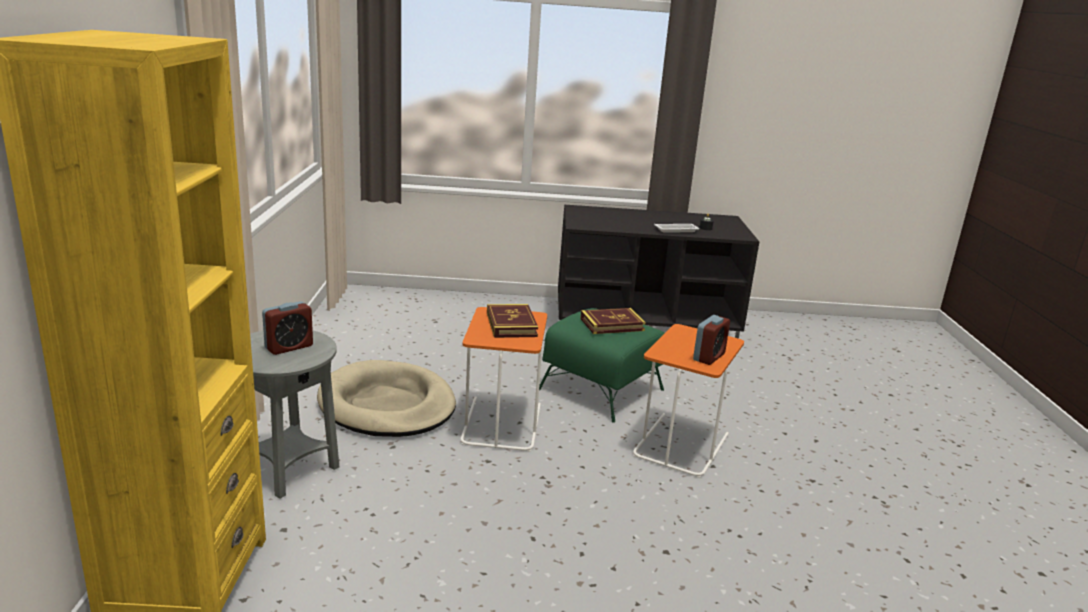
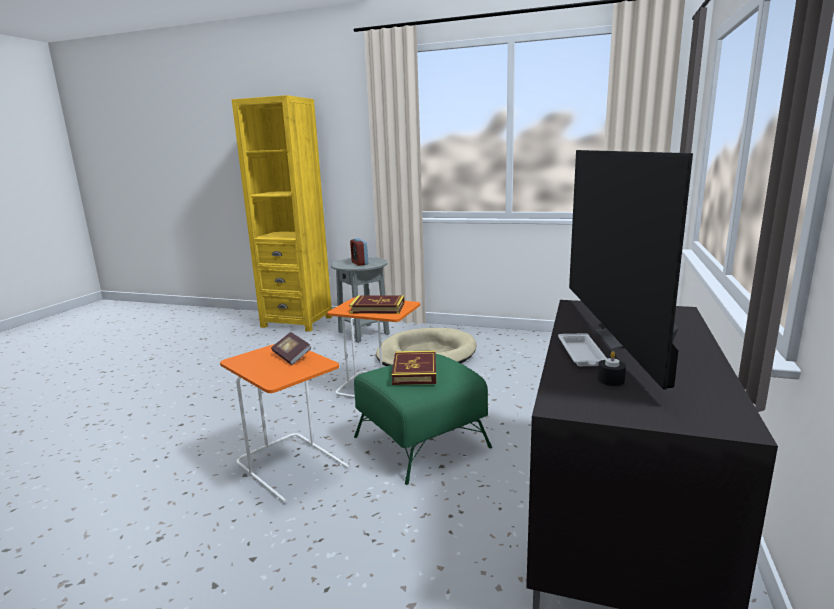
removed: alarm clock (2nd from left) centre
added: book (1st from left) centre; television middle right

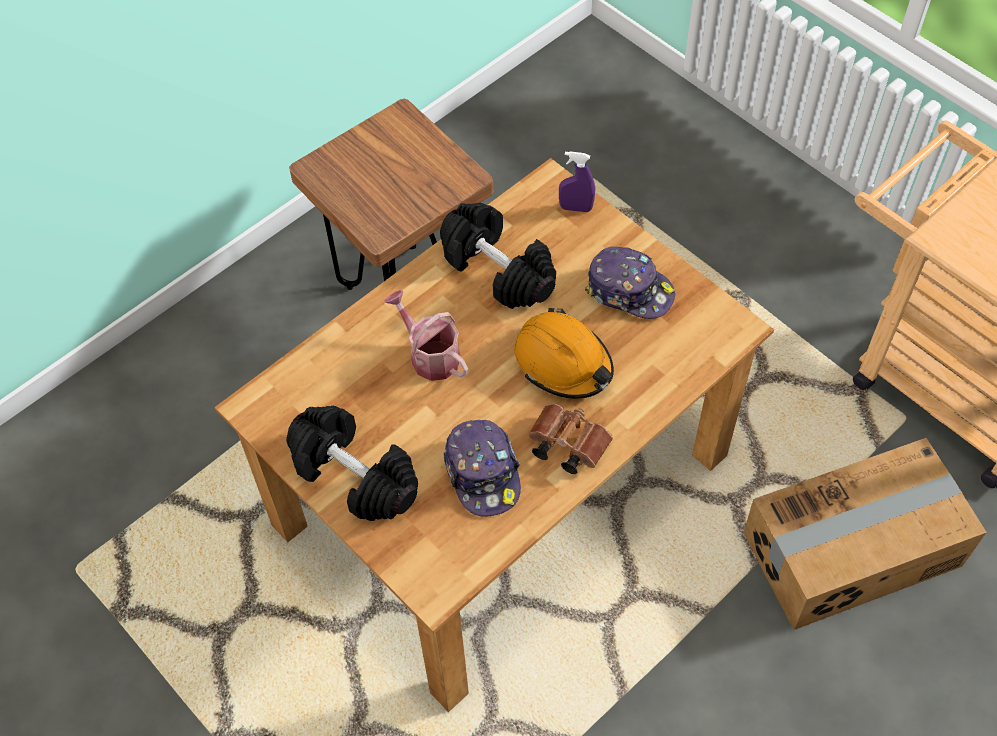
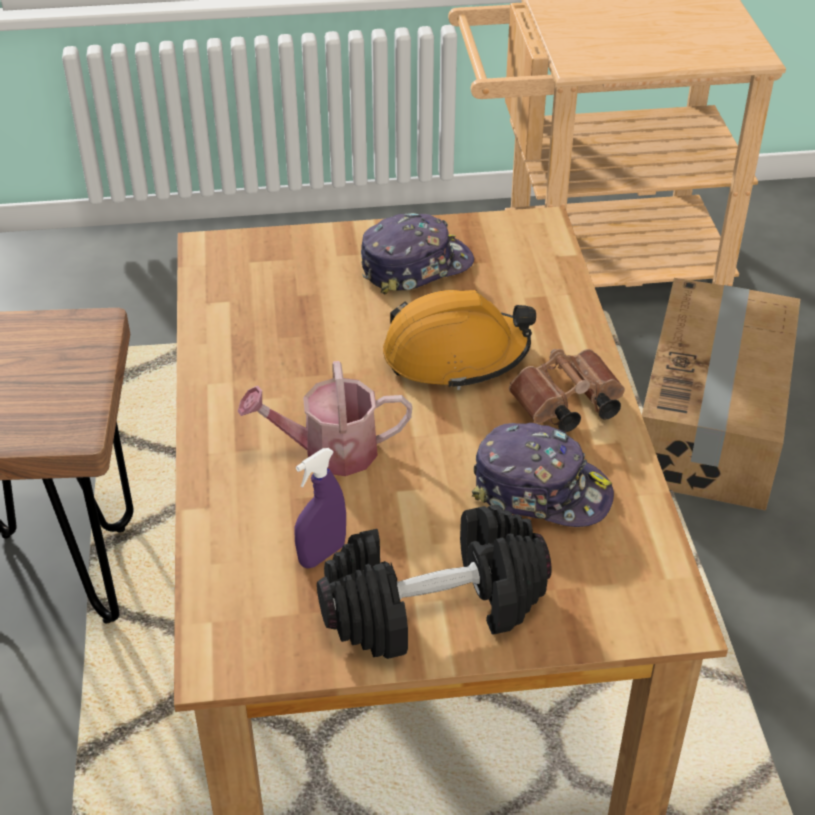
removed: black dumbbell (2nd from left) centre
moved: purple spray bottle top centre to centre

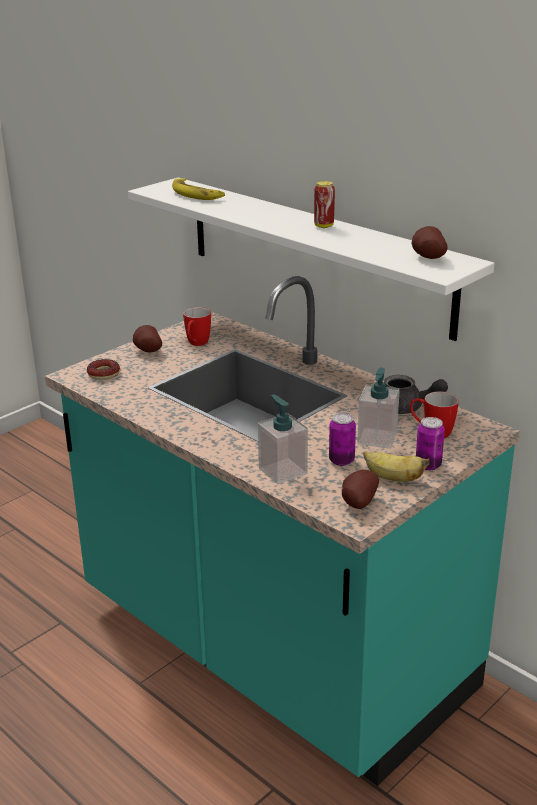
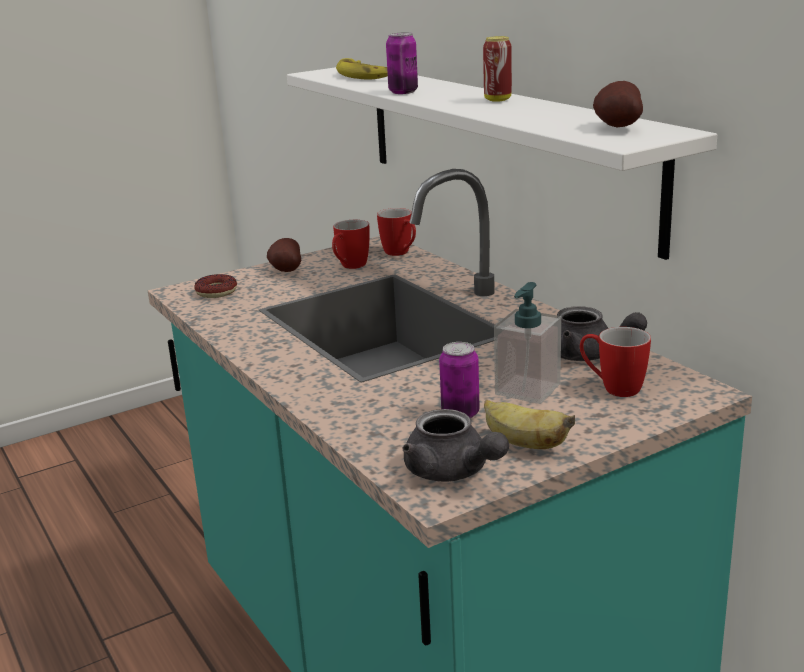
removed: soap dispenser (1st from left) centre
added: mug (2nd from left) centre
moved: can (3rd from left in the first image) middle right to can (1st from left) top centre
replaced: potato (2nd from left) middle right to grey teapot (1st from left) centre

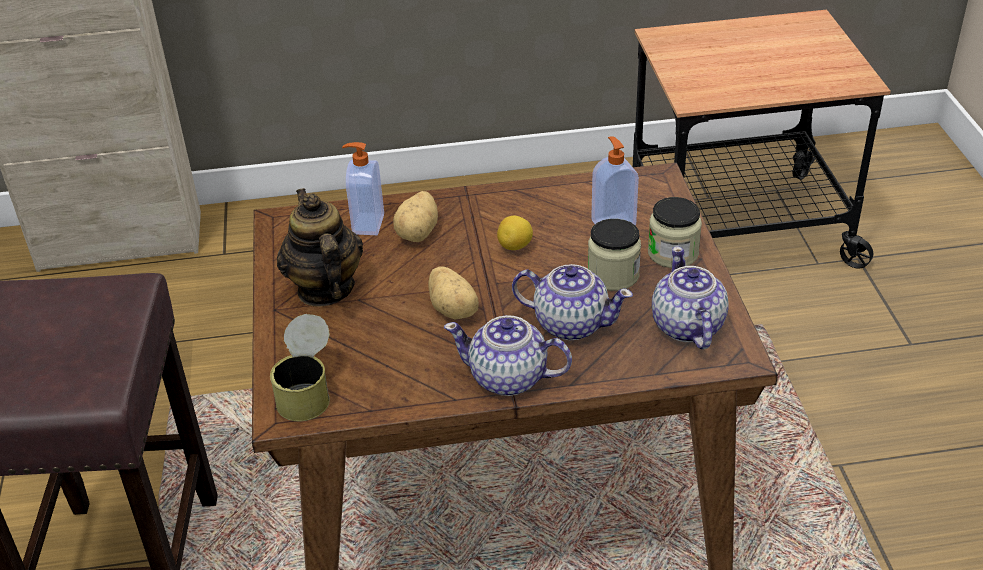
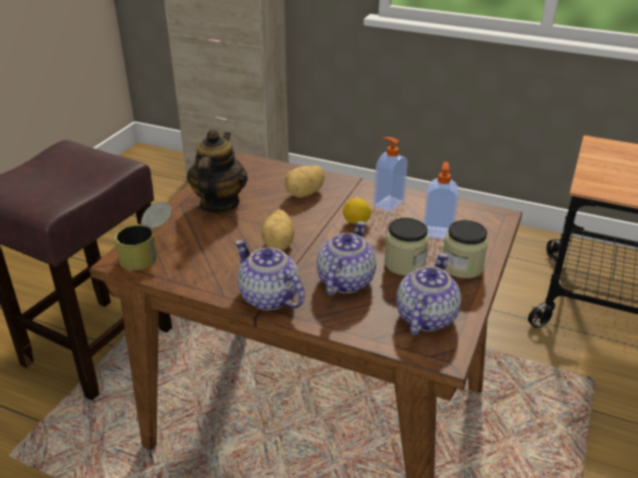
moved: soap dispenser (1st from left) top centre to centre
turned: teapot (3rd from left) centre = centre 120 degrees counterclockwise

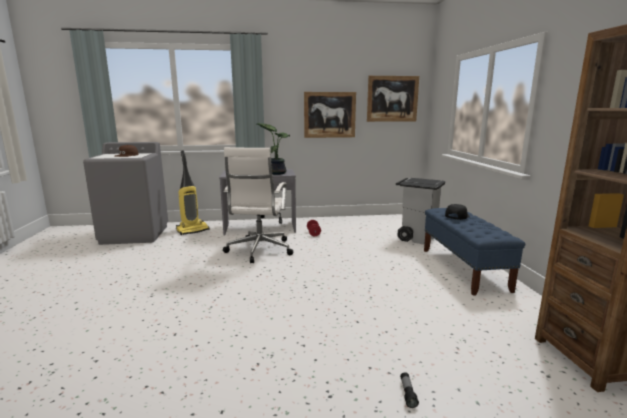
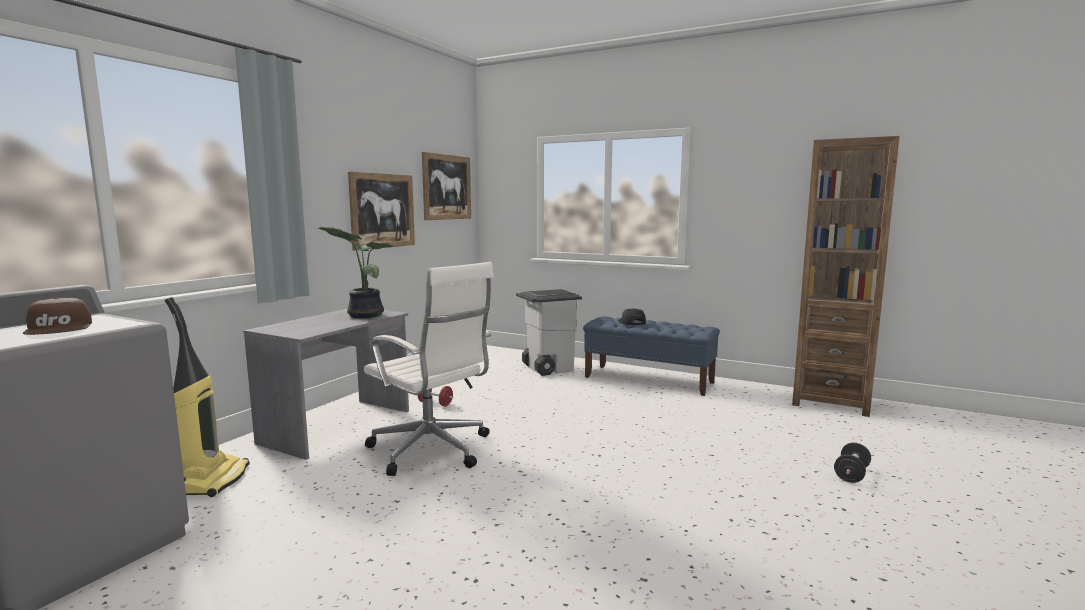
replaced: flashlight bottom centre to black dumbbell bottom right

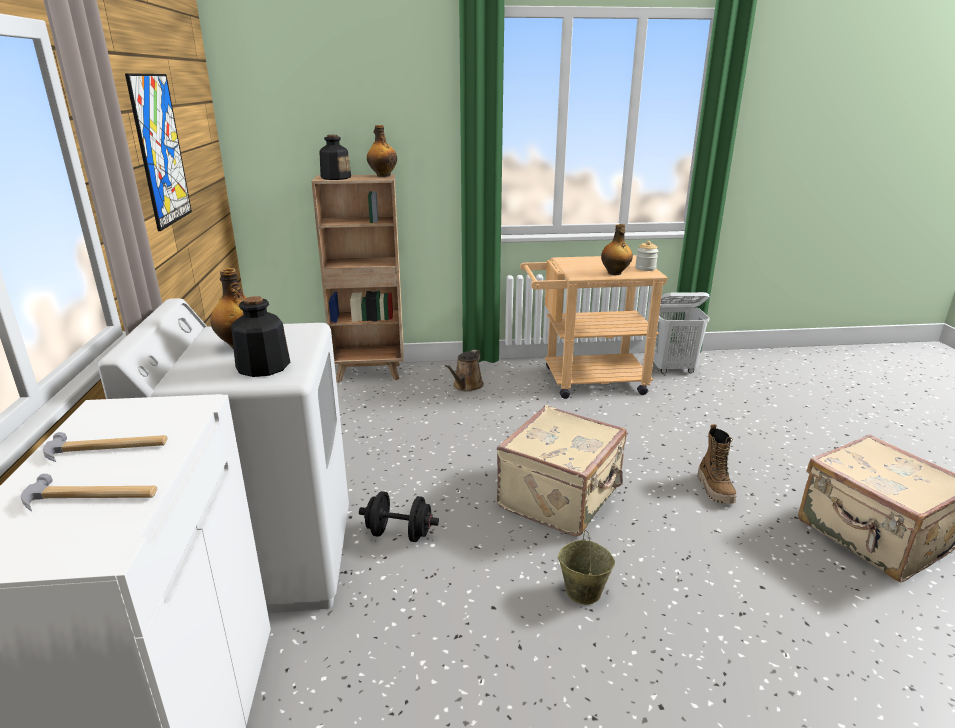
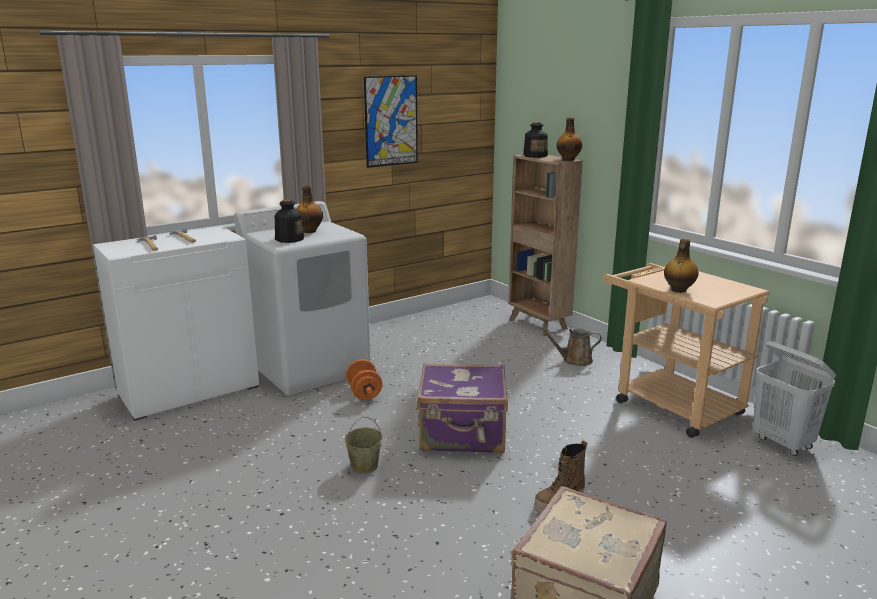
removed: jar middle right
recoloured: black dumbbell bottom centre to orange dumbbell centre; beige suitcase (1st from left) centre to purple suitcase bottom centre

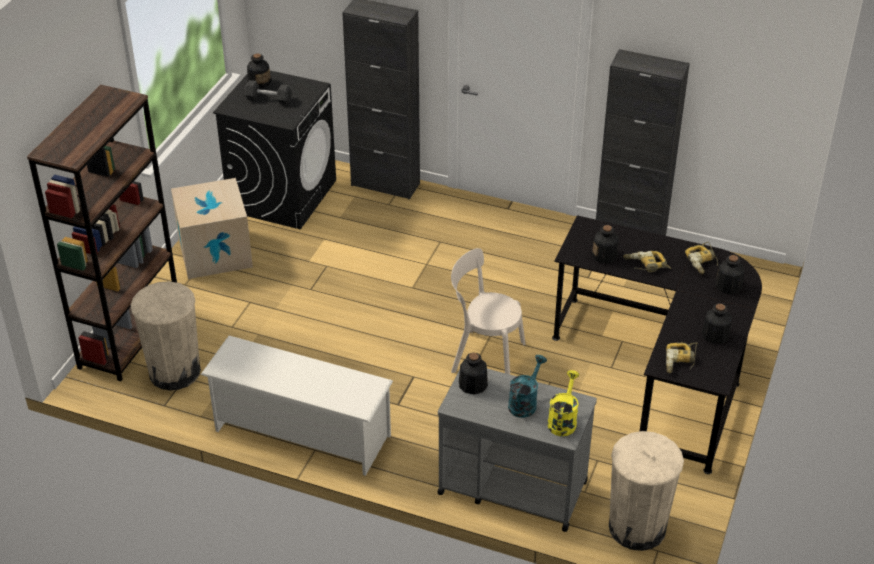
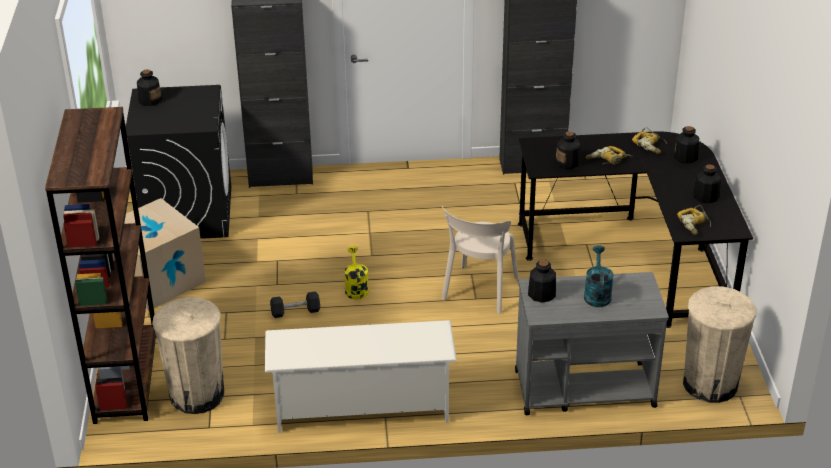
moved: black dumbbell top left to centre; yellow watering can bottom centre to centre
turned: beige chair centre = centre 60 degrees counterclockwise

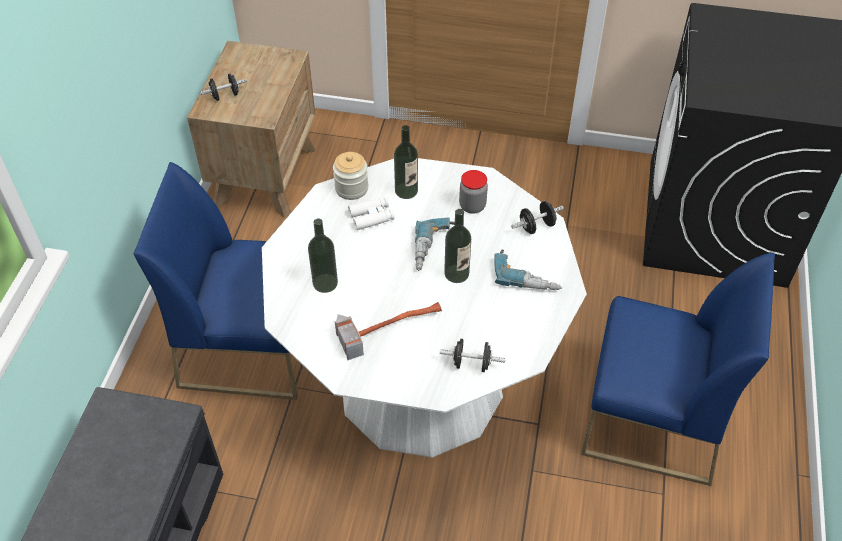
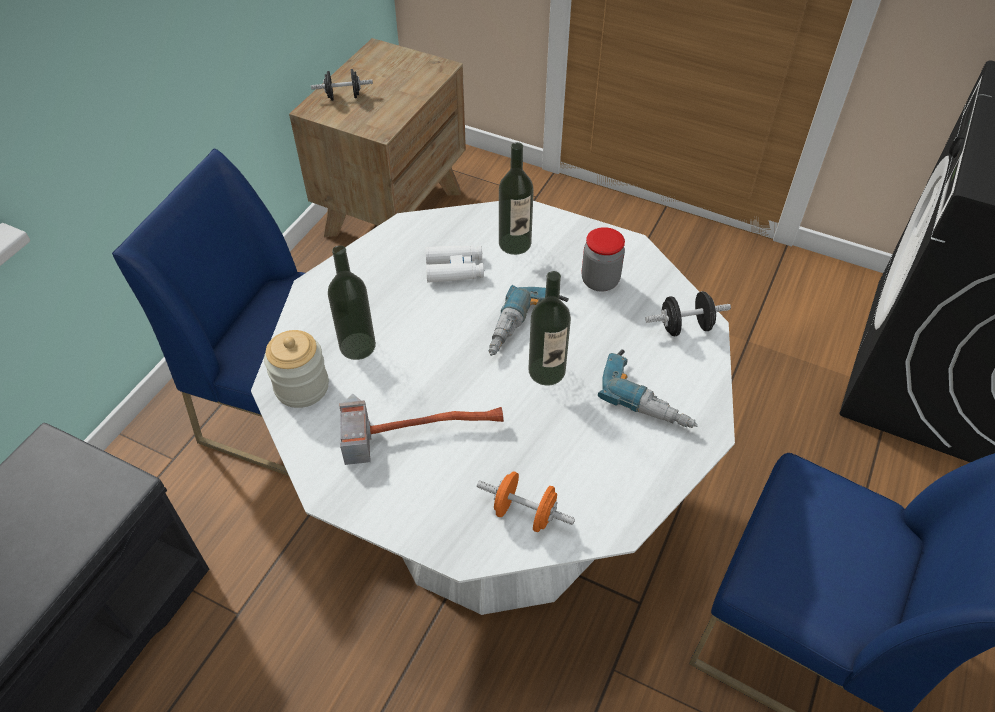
moved: jar (1st from left) top centre to middle left
recoloured: black dumbbell (2nd from left) centre to orange dumbbell bottom centre

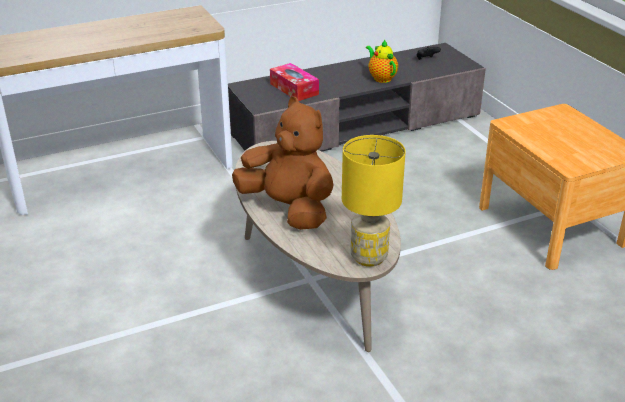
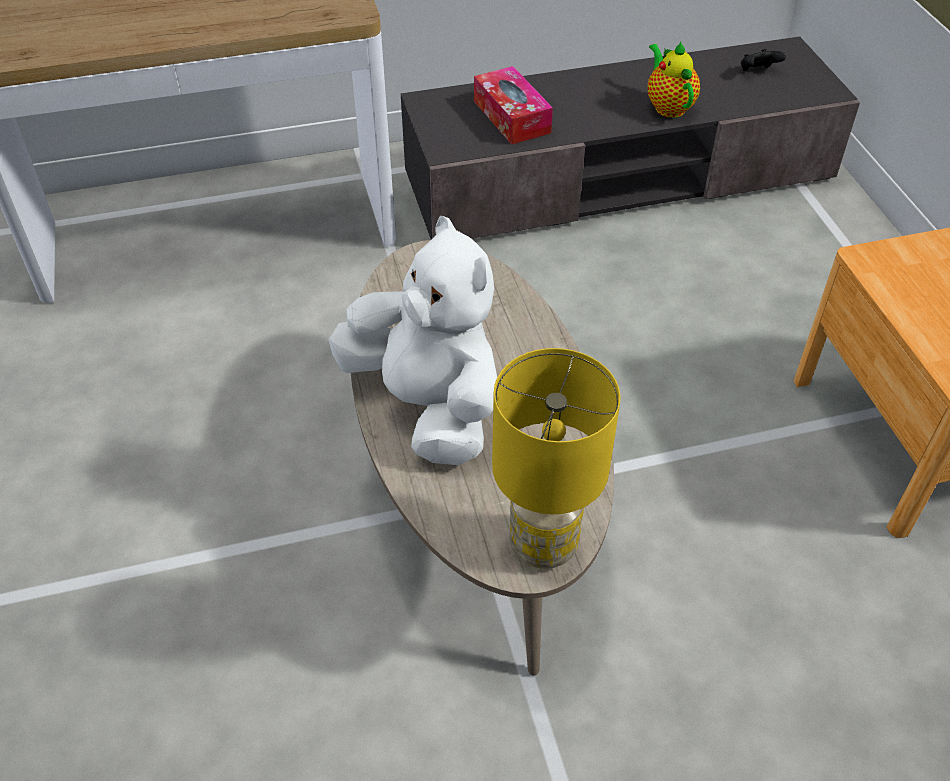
recoloured: brown plush toy centre to white plush toy centre

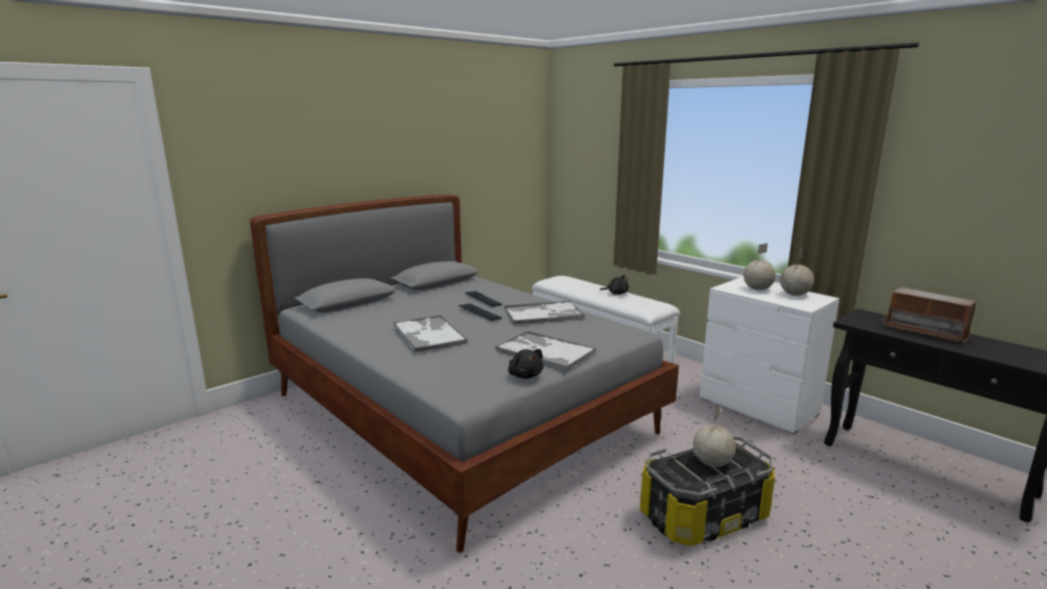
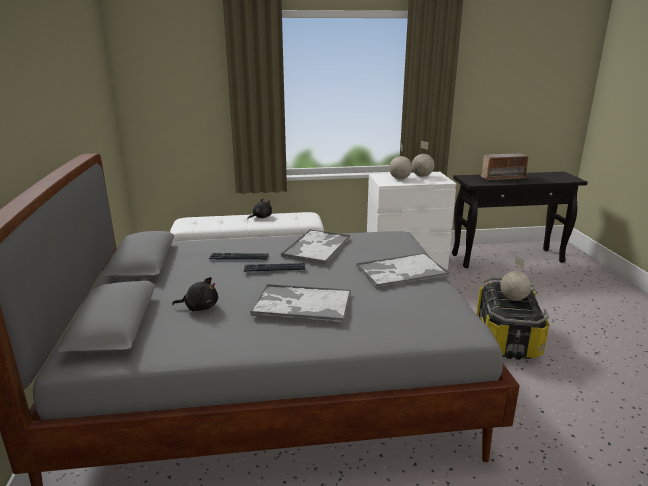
moved: black plush toy (1st from left) centre to middle left

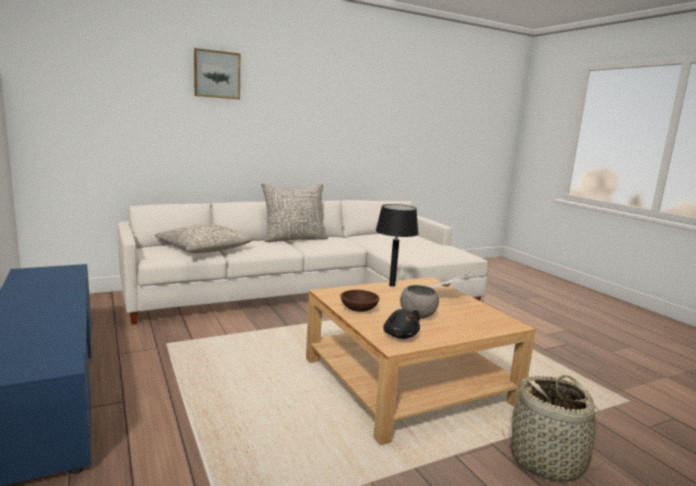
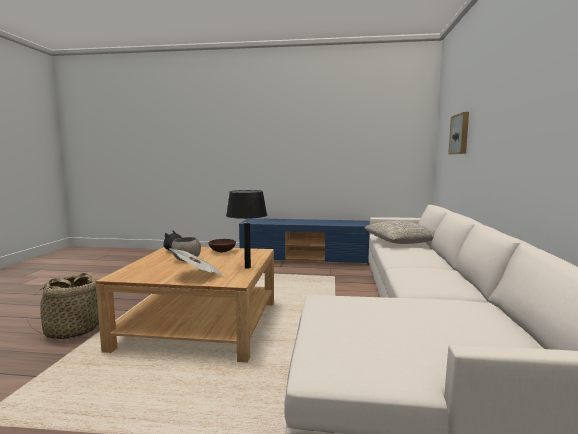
removed: grey pillow (2nd from left) centre
moved: picture top left to top right

